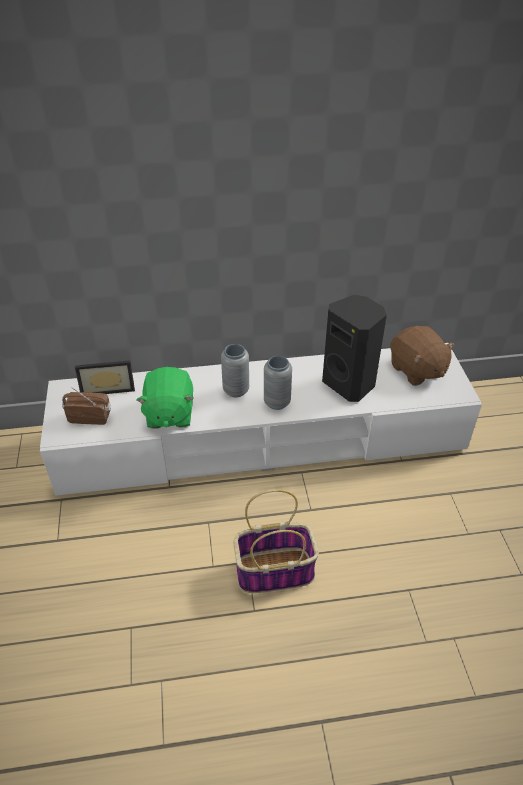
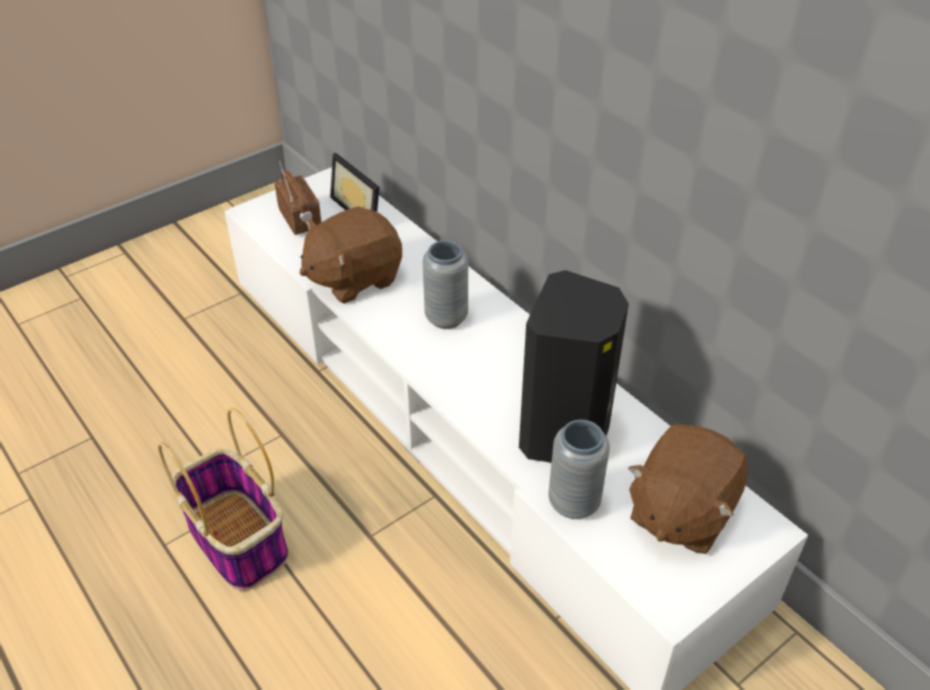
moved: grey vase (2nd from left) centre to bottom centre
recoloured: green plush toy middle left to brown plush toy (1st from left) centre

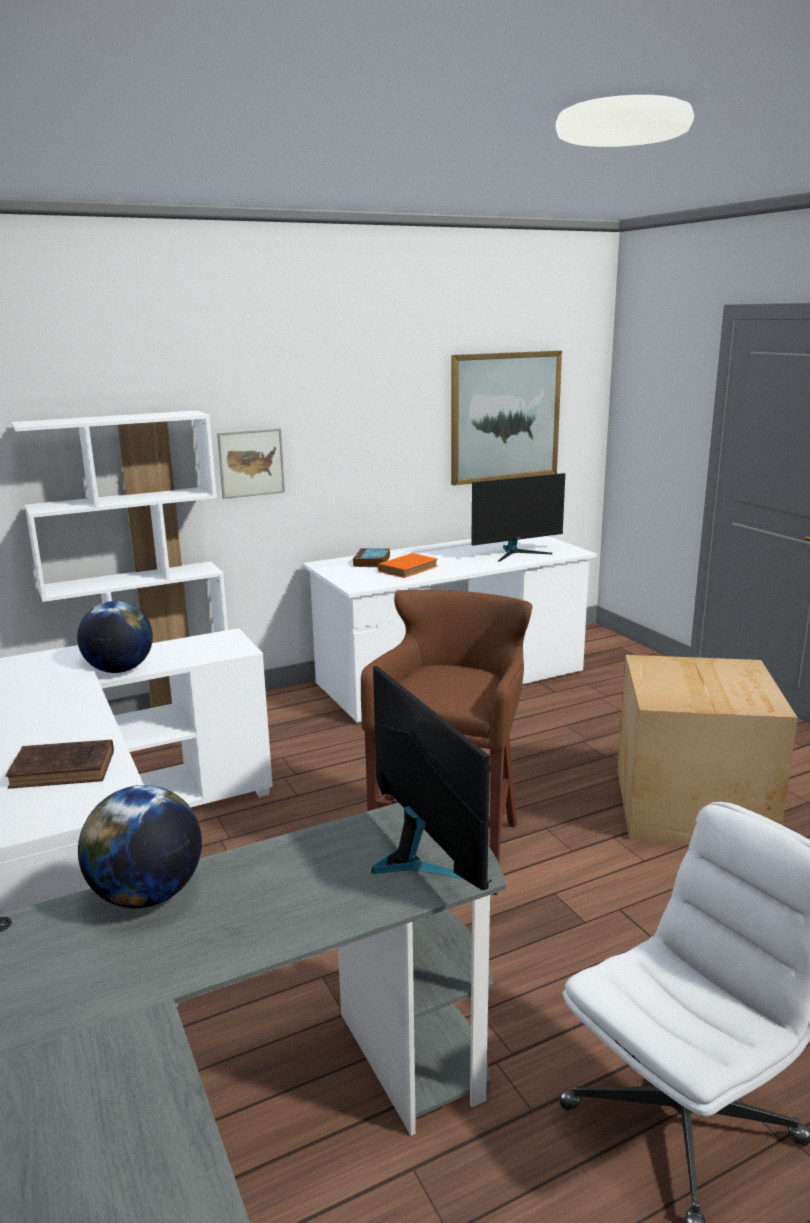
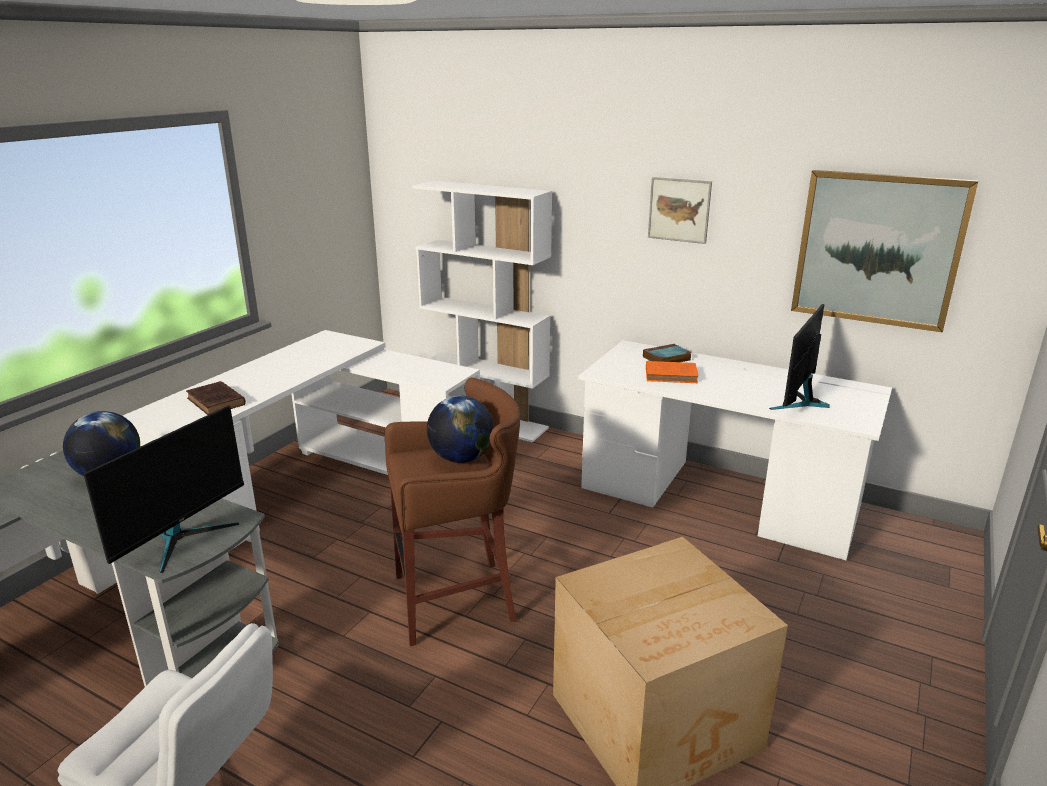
moved: globe (1st from left in the first image) middle left to globe (2nd from left) centre; picture (1st from left) middle left to top centre
turned: monitor (2nd from left) centre = middle right 90 degrees clockwise

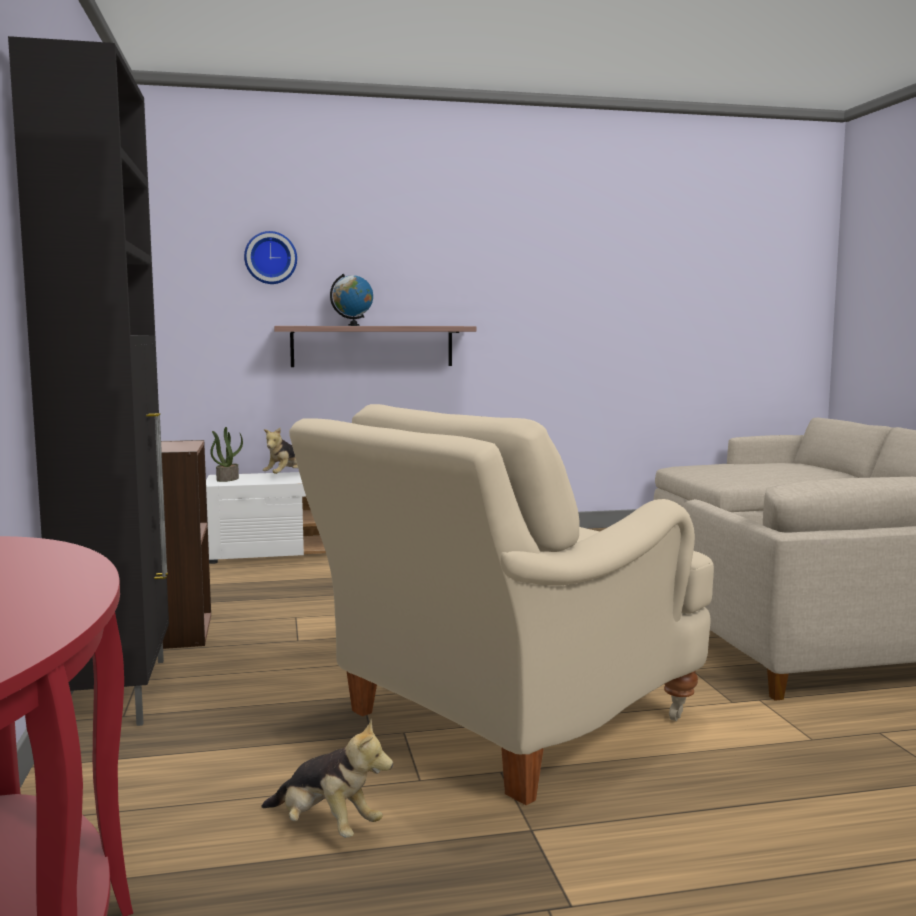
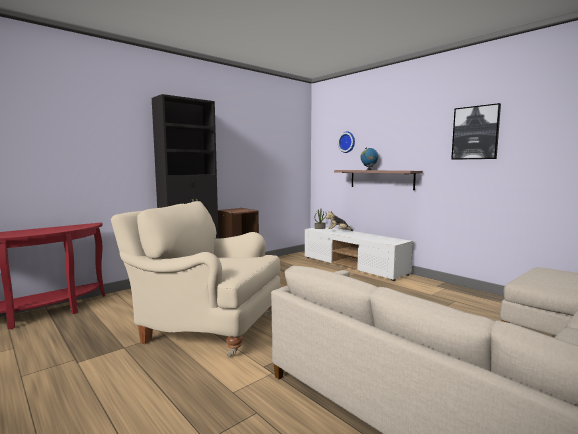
removed: plush toy (2nd from left) bottom centre
added: picture top right

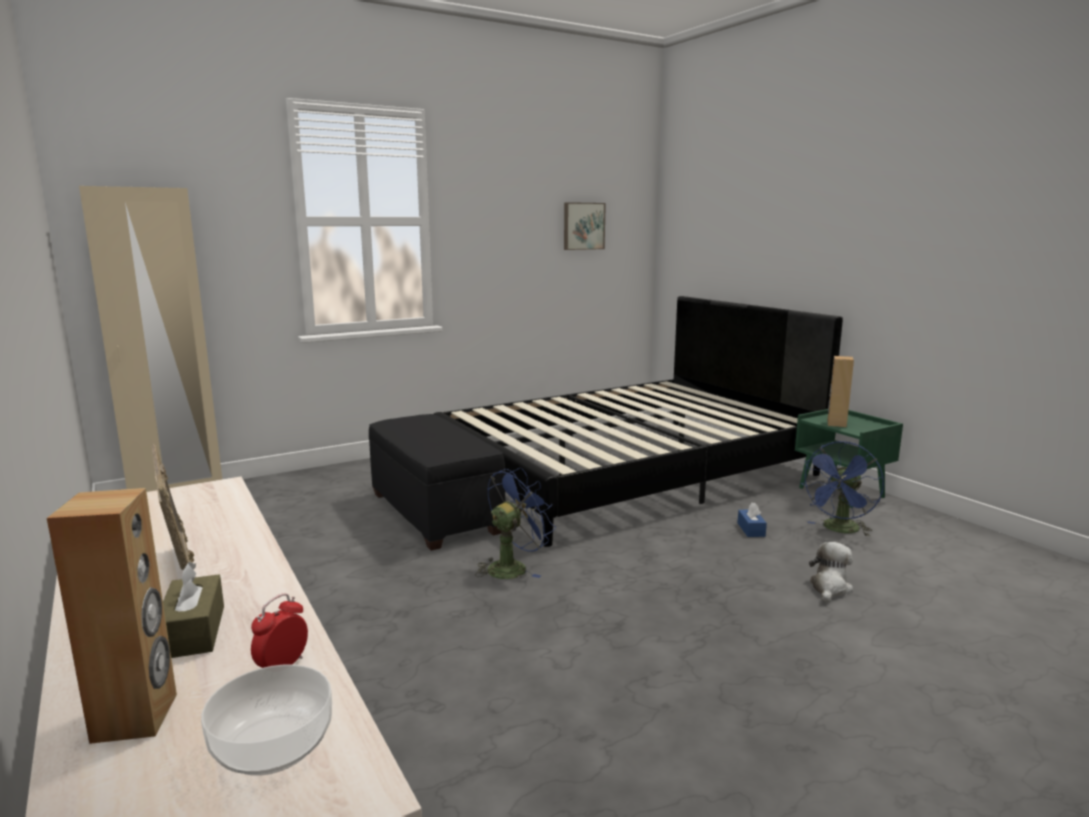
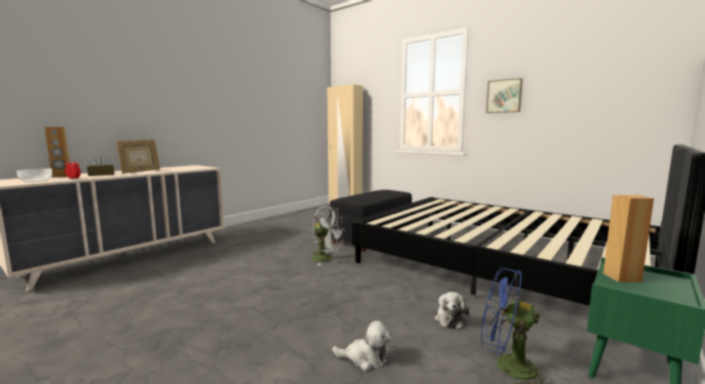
moved: picture top centre to top right
replaced: blue tissue box middle right to plush toy (2nd from left) bottom centre
recoloured: blue fan (1st from left) centre to white fan centre

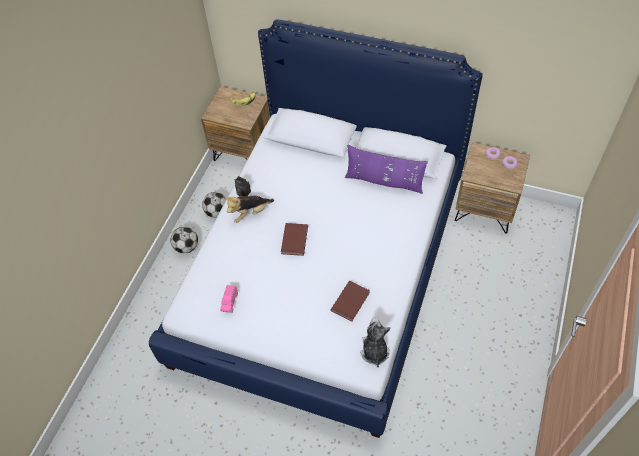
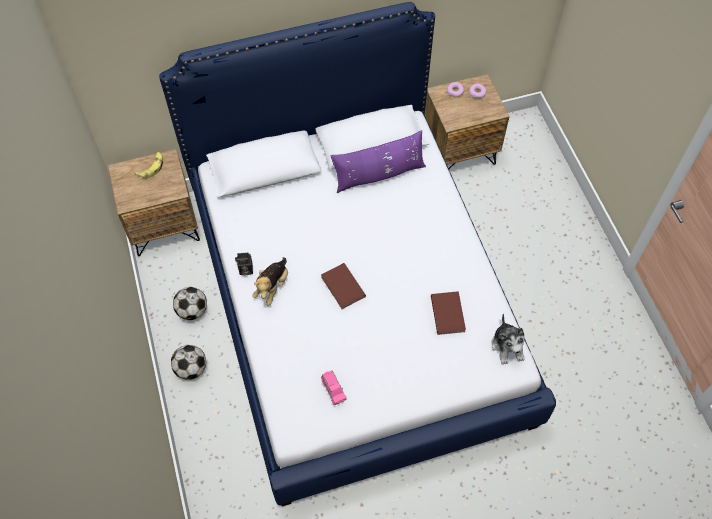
turned: plush toy (2nd from left) bottom centre = middle right 150 degrees counterclockwise

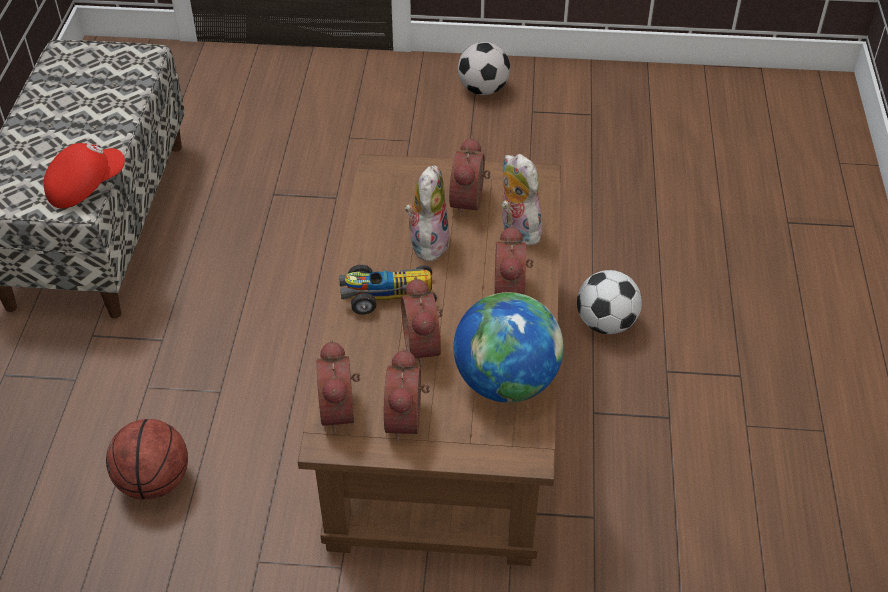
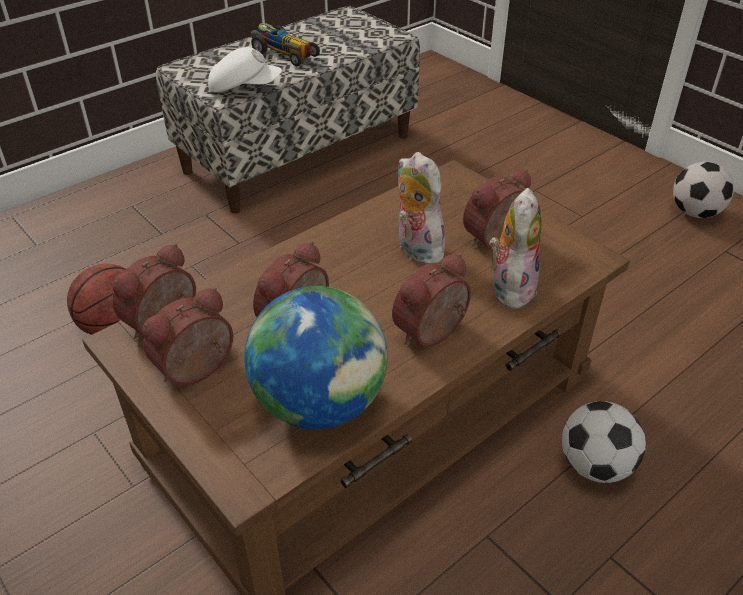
moved: toy car centre to top centre
recoloured: red cap top left to white cap top left
turned: plush toy (1st from left) centre = centre 90 degrees counterclockwise

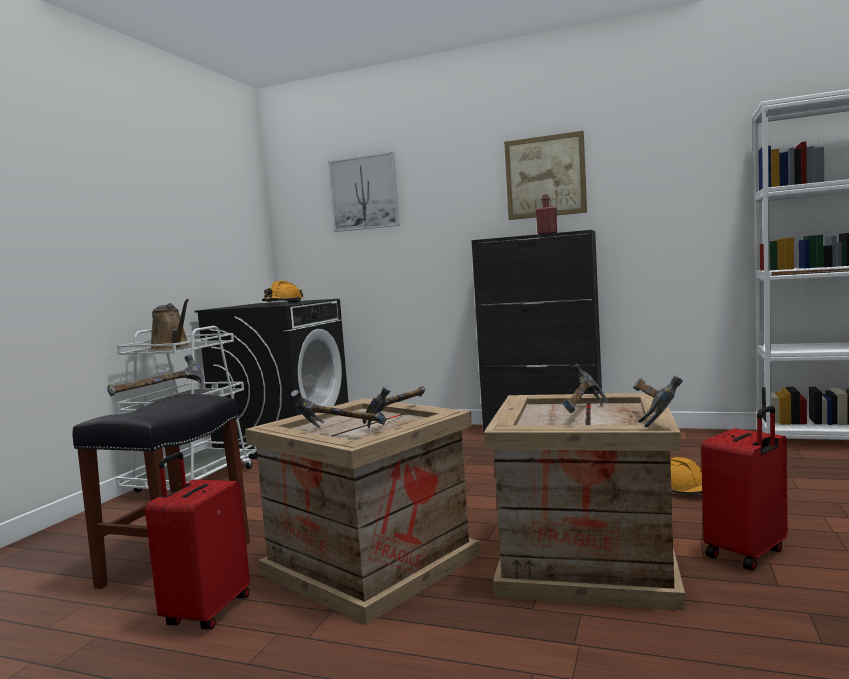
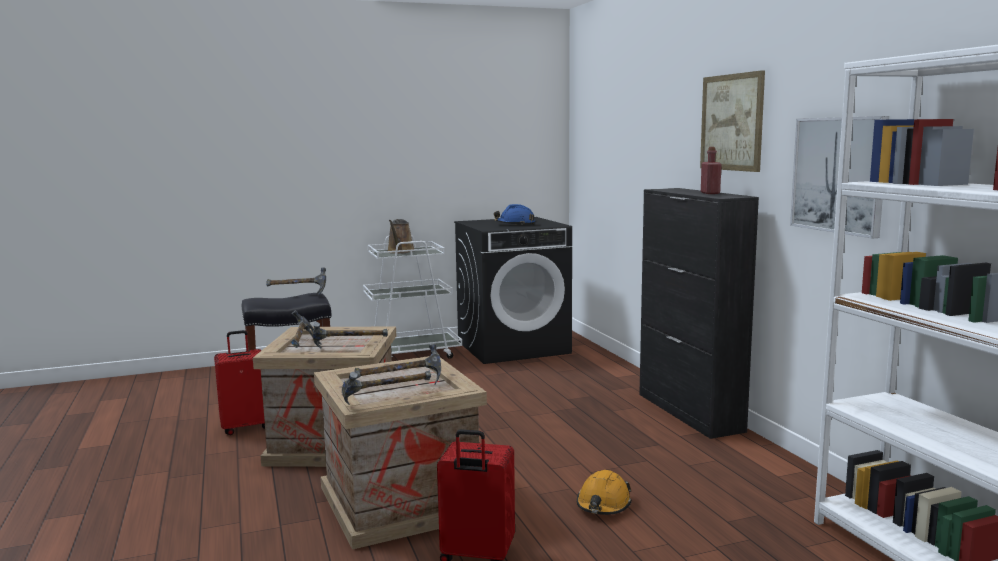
moved: picture (1st from left in the first image) top centre to picture (2nd from left) top right
recoloured: orange hard hat (1st from left) middle left to blue hard hat centre

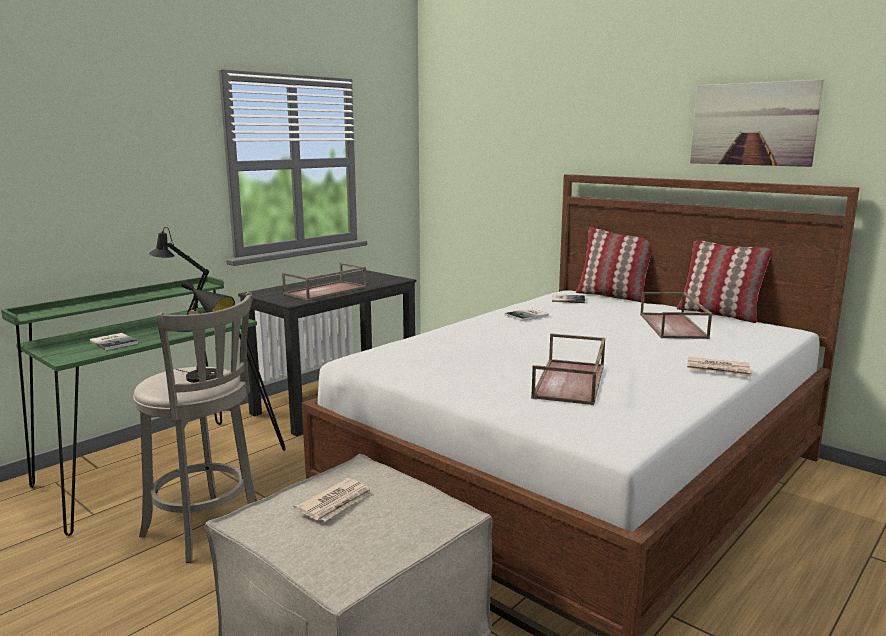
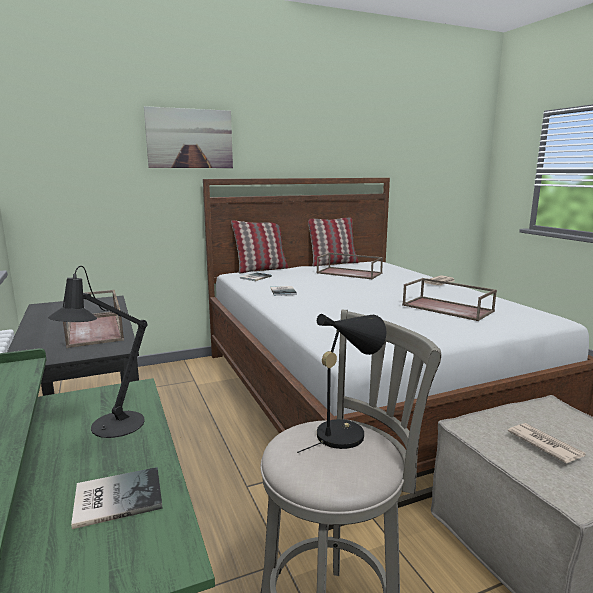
moved: picture top right to top left

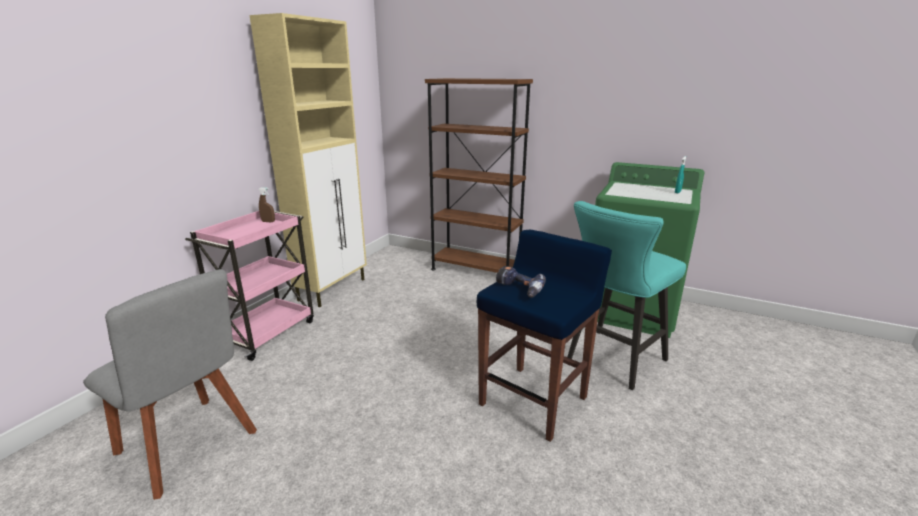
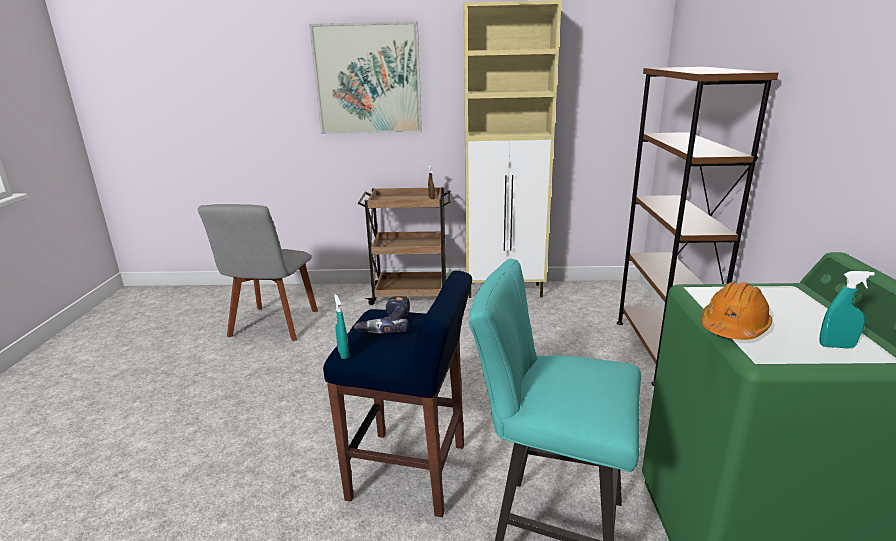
added: picture top centre; turquoise spray bottle (1st from left) centre; orange hard hat middle right
recoloured: pink cart middle left to brown cart centre

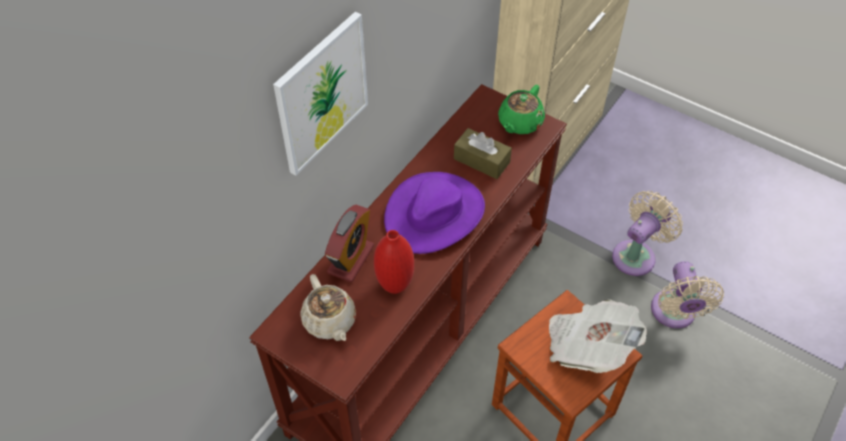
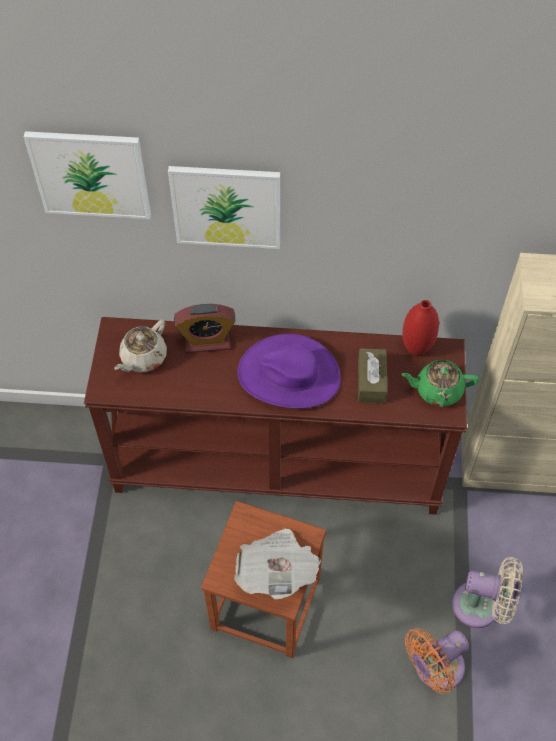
added: picture (1st from left) top left
moved: red vase centre to middle right
recoloured: beige fan (2nd from left) bottom right to orange fan bottom right

